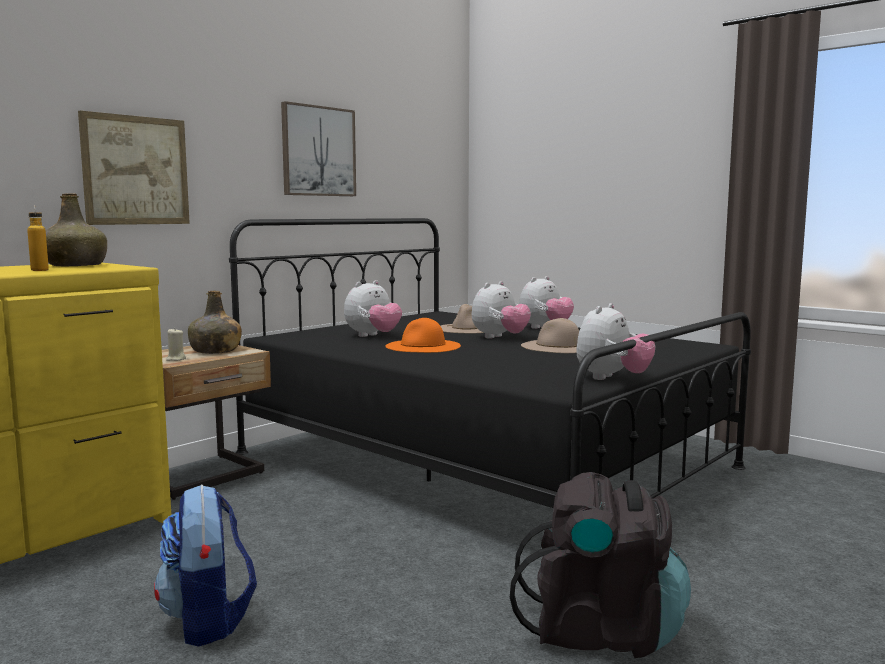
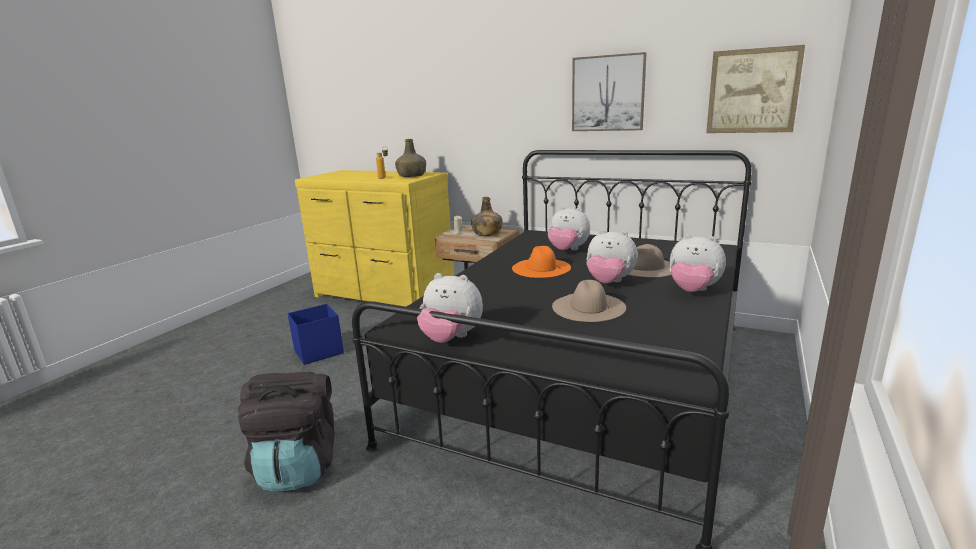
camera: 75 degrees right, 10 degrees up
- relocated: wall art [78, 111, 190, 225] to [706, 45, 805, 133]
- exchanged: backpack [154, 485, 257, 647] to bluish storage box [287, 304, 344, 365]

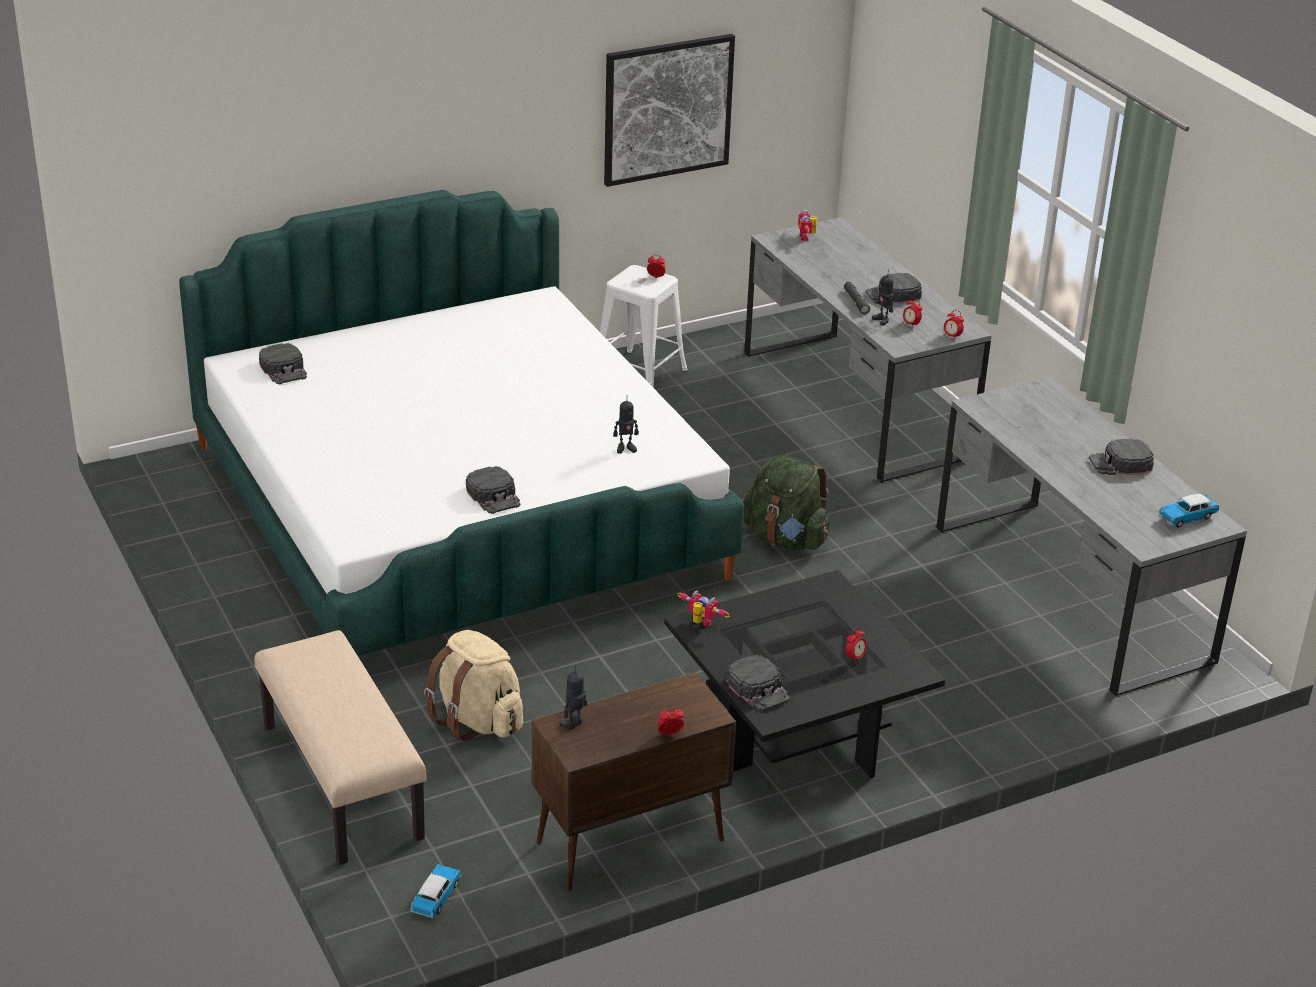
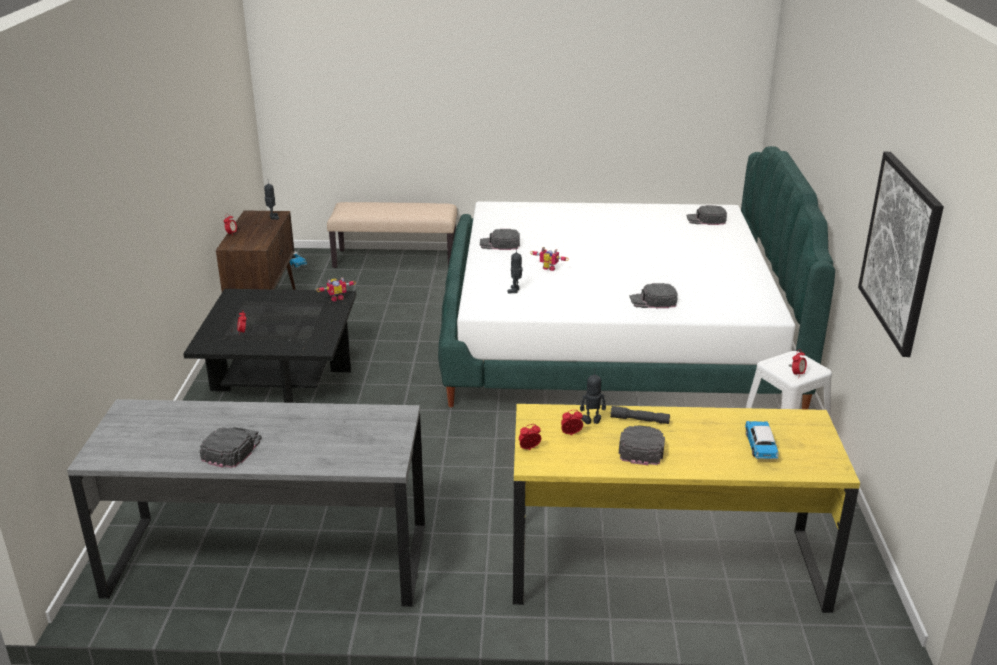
camera: 120 degrees right, 5 degrees down
- relocated: robot figure [798, 210, 817, 241] to [531, 247, 568, 271]
- colour: grey desk [744, 217, 992, 483] to yellow-coloured desk [513, 404, 860, 613]
- missing: green backpack [743, 455, 829, 550]
- relocated: toy car [1158, 494, 1219, 528] to [745, 421, 778, 459]
- missing: sand-coloured backpack [424, 630, 523, 741]
- relocated: black-coloured baseball cap [726, 655, 790, 711] to [630, 283, 678, 308]

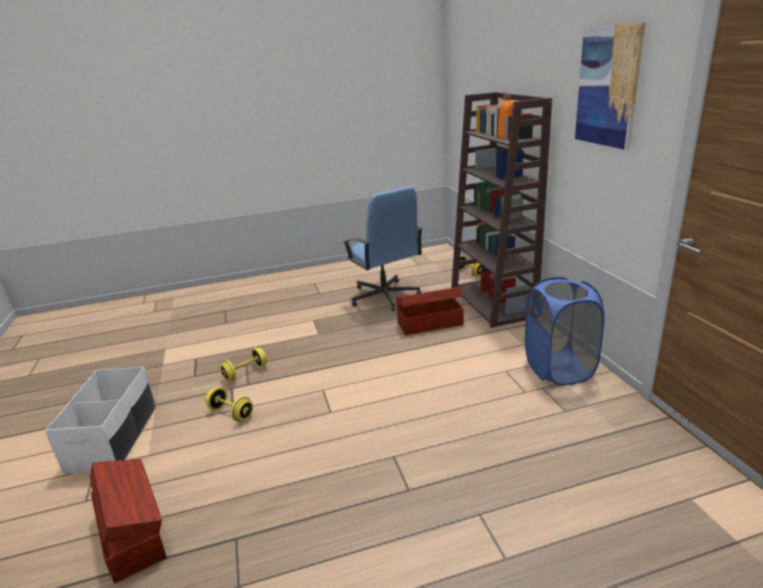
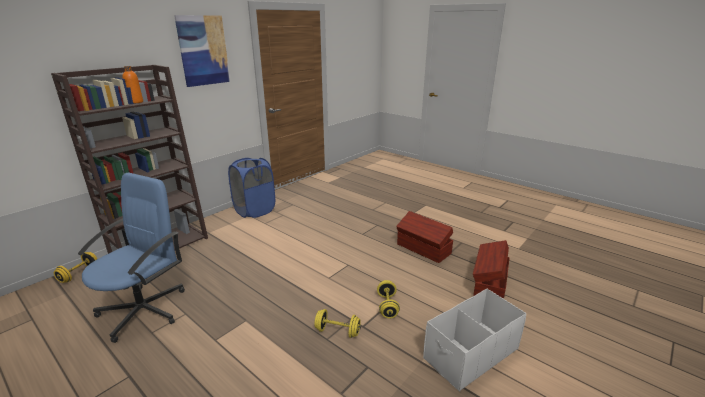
camera: 125 degrees left, 0 degrees up
- relocated: brownish storage box [396, 287, 464, 335] to [396, 211, 453, 263]

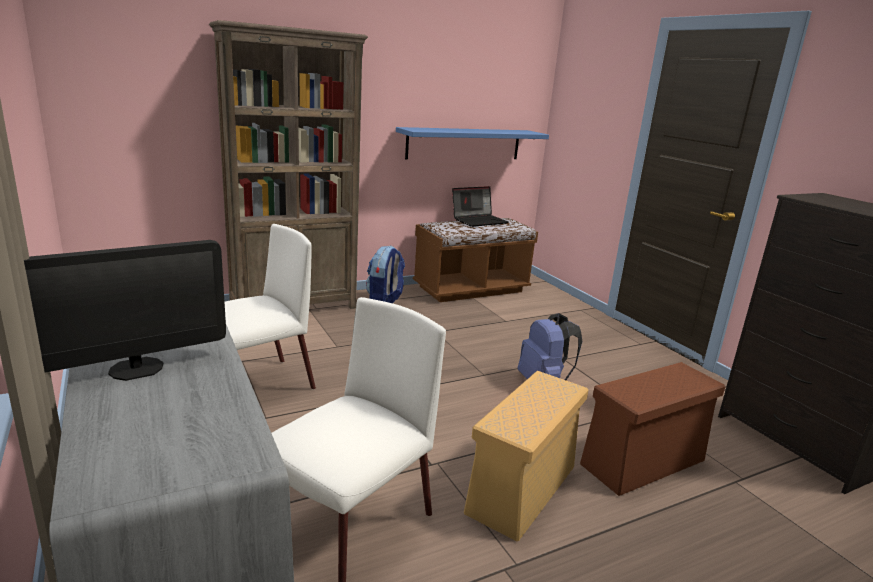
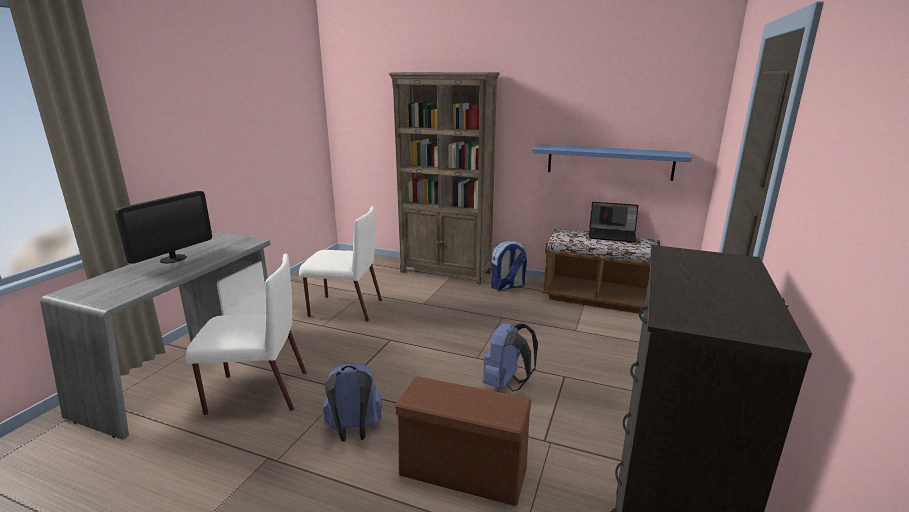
camera: 50 degrees right, 0 degrees up
- spun: monitor [24, 240, 226, 381] = [115, 191, 212, 264] 75 degrees counterclockwise
- exchanged: sand-coloured storage box [464, 371, 588, 541] to bluish backpack [323, 363, 382, 442]

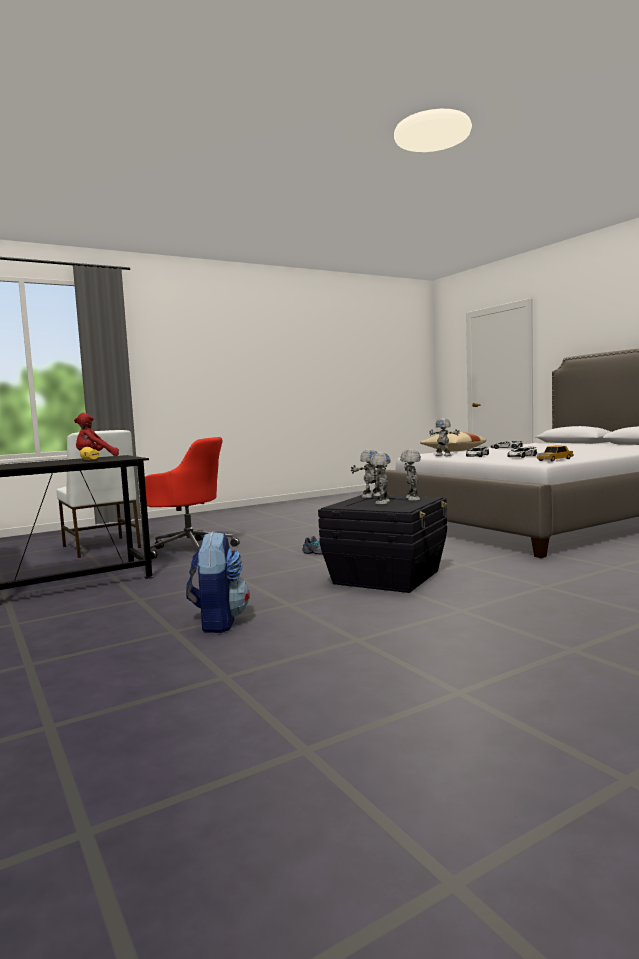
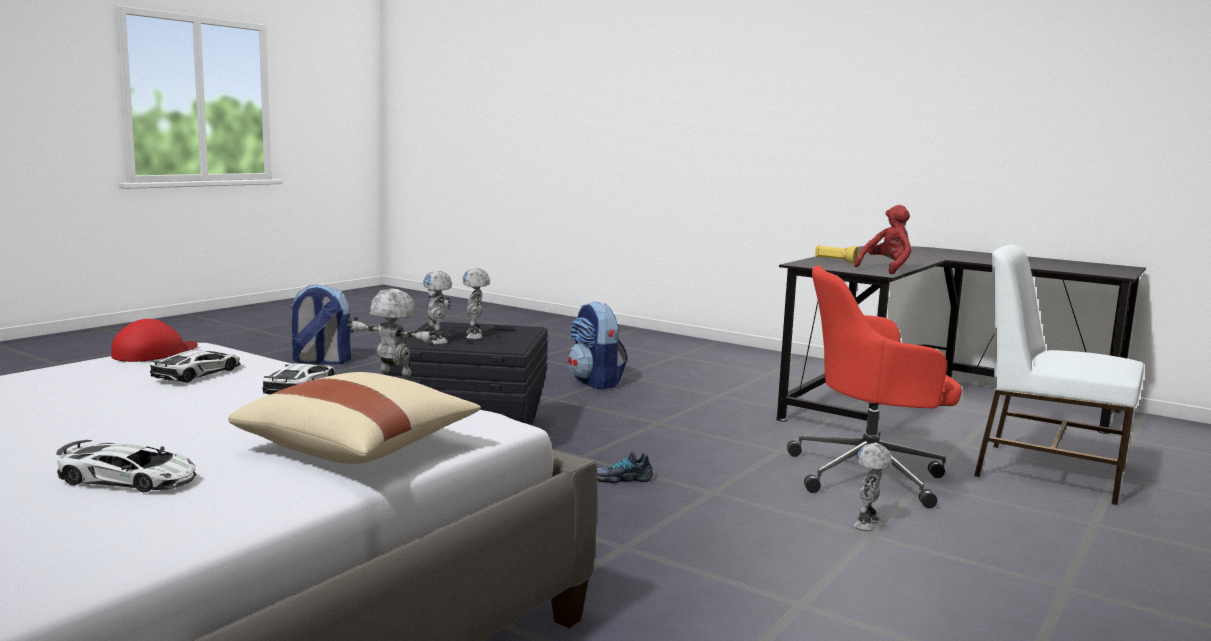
camera: 155 degrees right, 5 degrees up
- exchanged: toy car [537, 446, 574, 461] to red-coloured baseball cap [111, 319, 198, 362]
- relocated: robot figure [351, 449, 387, 498] to [854, 443, 892, 531]
- appeared: backpack [289, 284, 351, 365]

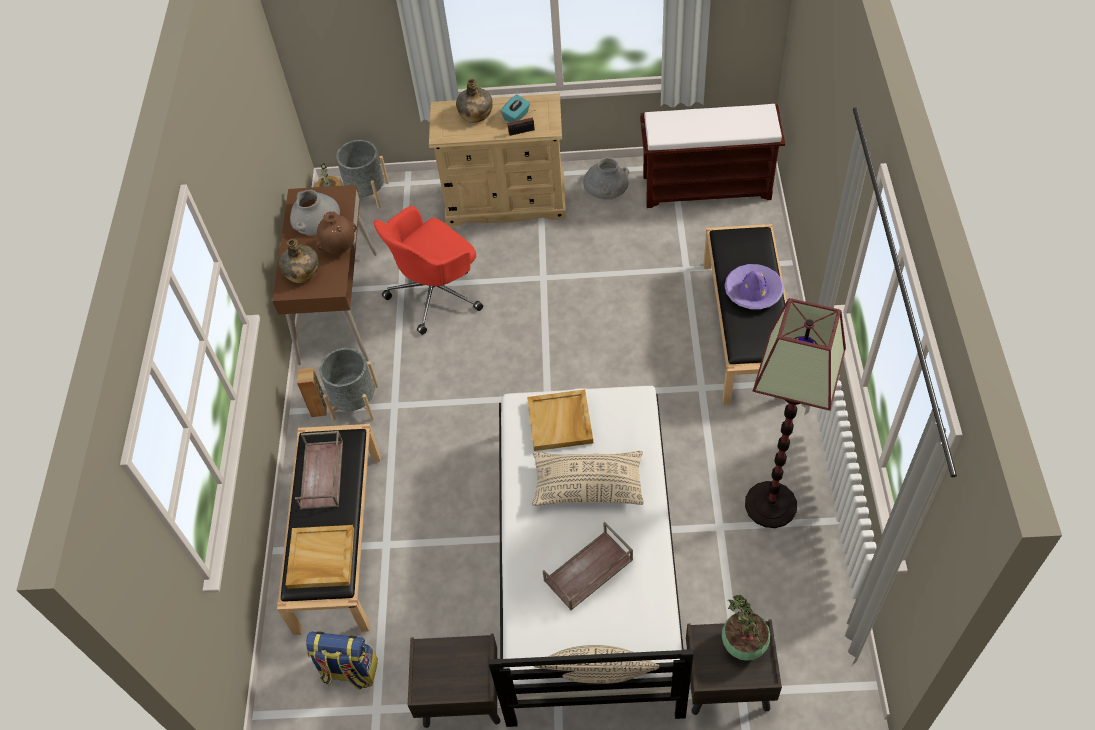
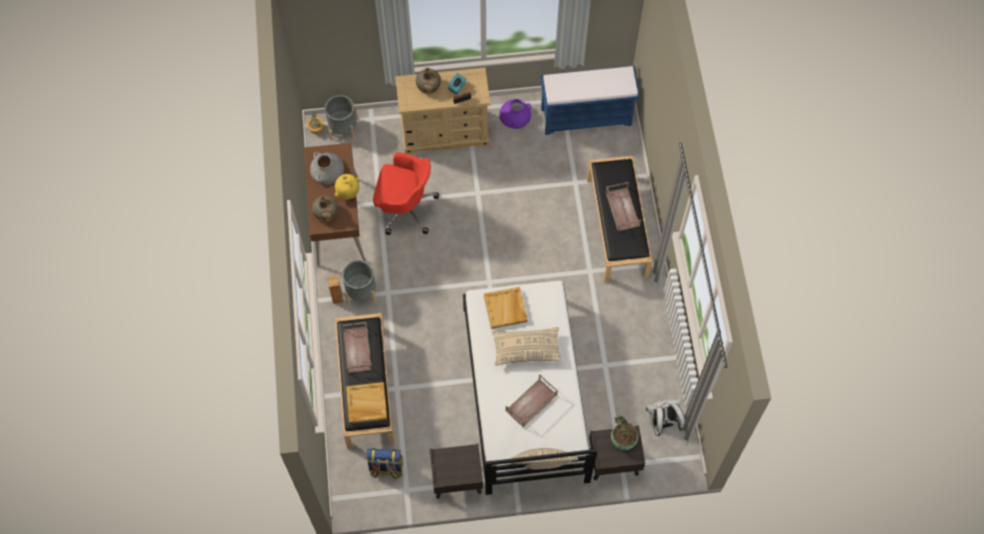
camera: 10 degrees left, 10 degrees up
- colour: brownish long seat [640, 104, 785, 208] to bluish long seat [540, 66, 641, 135]
- colour: grey decorative vase [583, 158, 629, 199] to purple decorative vase [499, 99, 531, 129]
- spun: red-coloured computer chair [374, 206, 483, 335] = [373, 152, 439, 235] 120 degrees counterclockwise
- colour: brownish decorative vase [316, 212, 357, 254] to yellow-coloured decorative vase [335, 174, 360, 200]
- exchanged: purple clothing hat [724, 264, 784, 309] to brownish serving tray [605, 182, 641, 231]
- missing: standard lamp [745, 298, 846, 528]
- appeared: white backpack [646, 399, 685, 436]

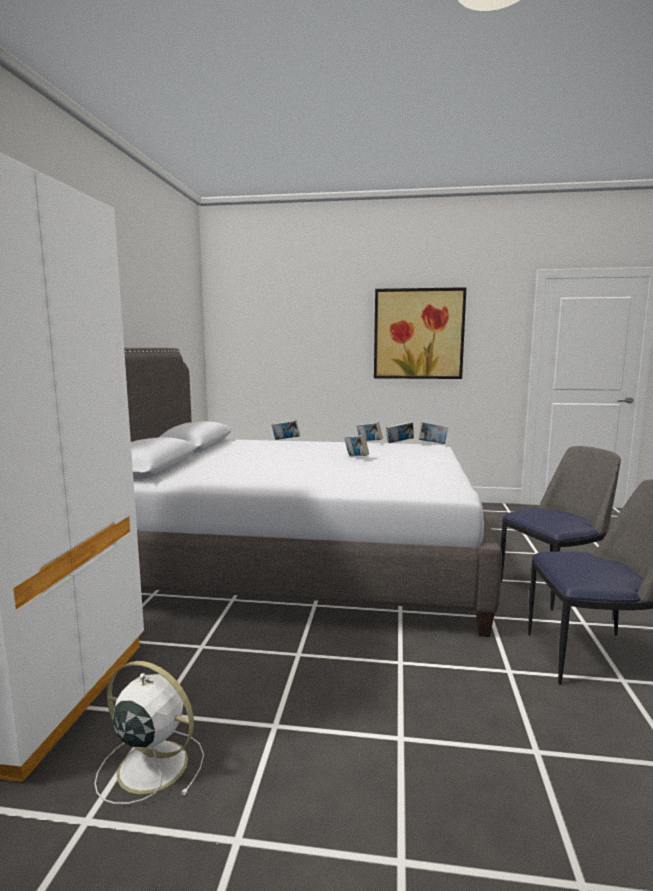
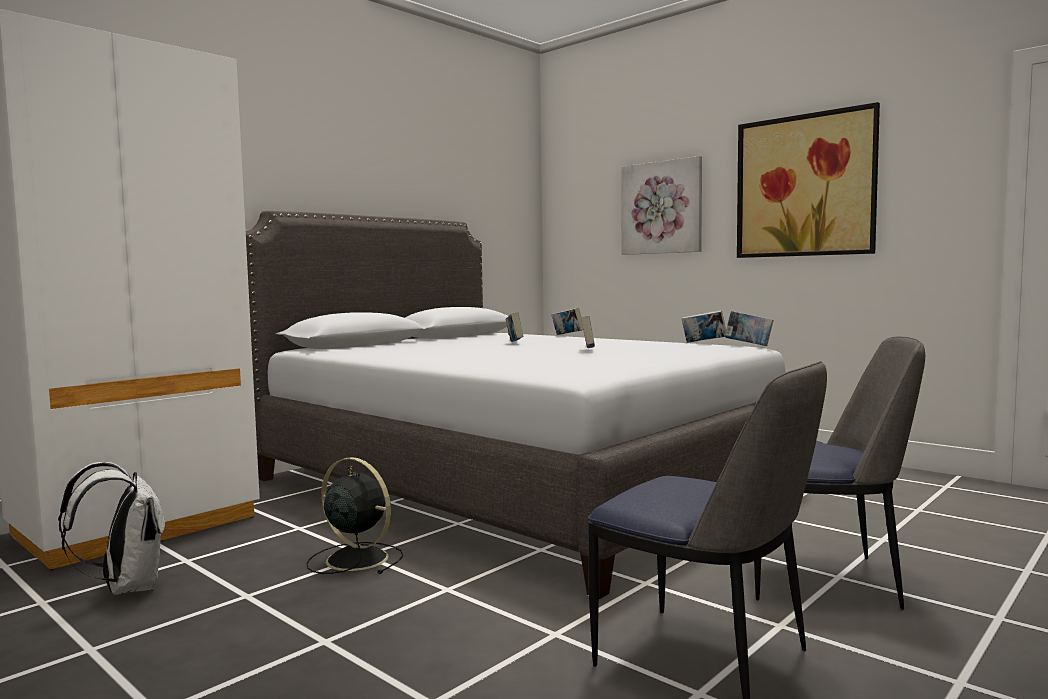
camera: 35 degrees right, 5 degrees down
- relocated: book [356, 422, 383, 441] to [505, 312, 523, 342]
- exchanged: white cooling fan [94, 661, 204, 804] to white backpack [58, 462, 165, 595]
- appeared: wall art [621, 156, 702, 255]
- appeared: black-coloured cooling fan [307, 457, 403, 574]

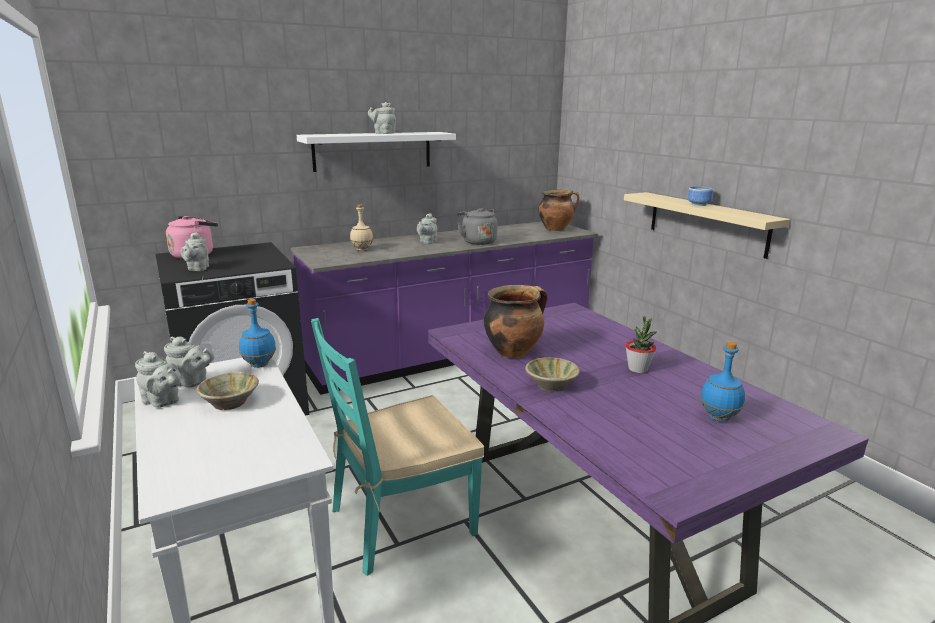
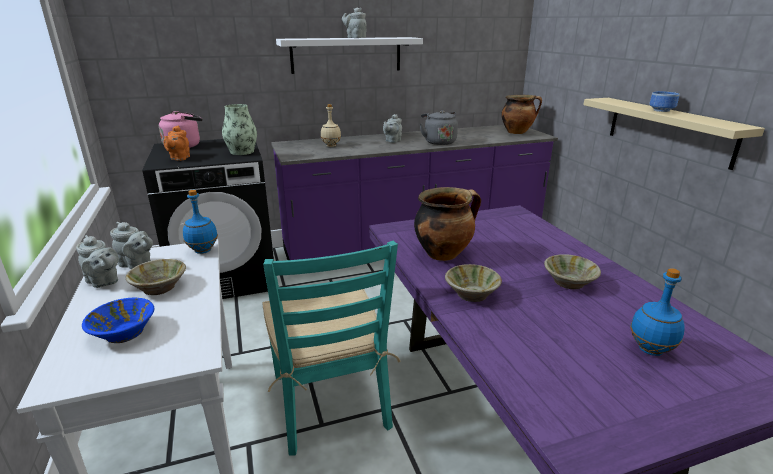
camera: 10 degrees right, 5 degrees up
- colour: grey teapot [181, 232, 209, 271] to orange teapot [164, 125, 190, 161]
- exchanged: plant in a pot [625, 316, 656, 373] to sand-coloured bowl [544, 254, 601, 289]
- spun: turquoise upright chair [311, 318, 484, 576] = [262, 241, 401, 456] 90 degrees counterclockwise
- appeared: decorative vase [222, 104, 257, 155]
- appeared: bluish bowl [82, 298, 154, 343]

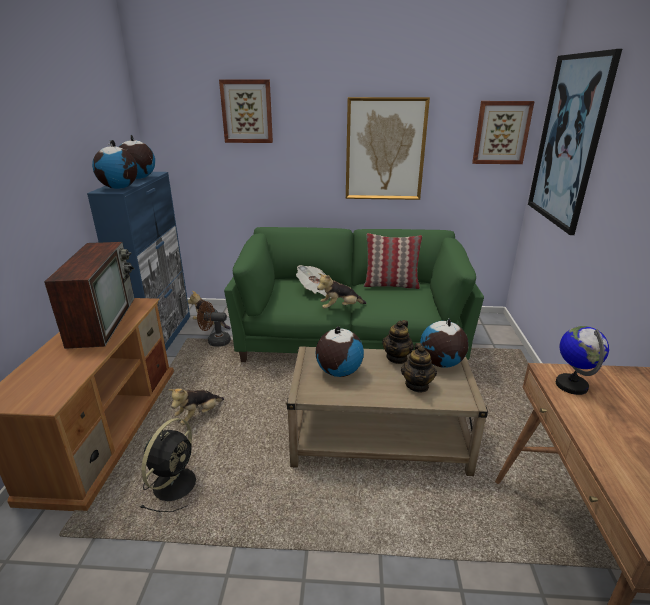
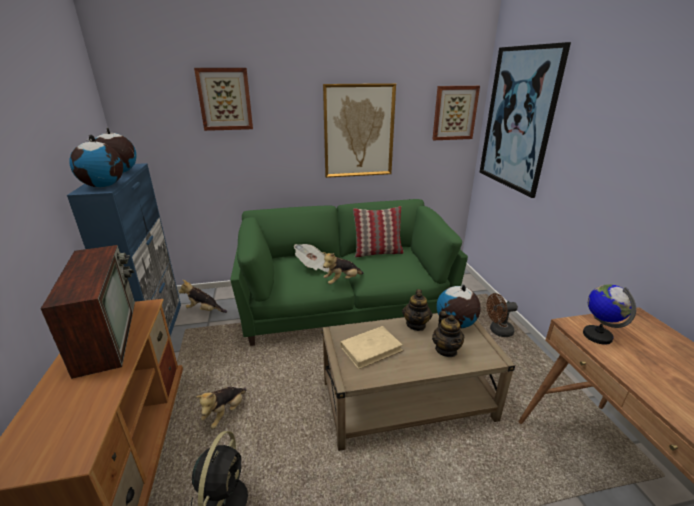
camera: 15 degrees left, 0 degrees up
- relocated: brownish cooling fan [197, 301, 231, 347] to [487, 293, 518, 337]
- exchanged: world globe [316, 326, 364, 377] to sand-coloured book [340, 326, 403, 369]

